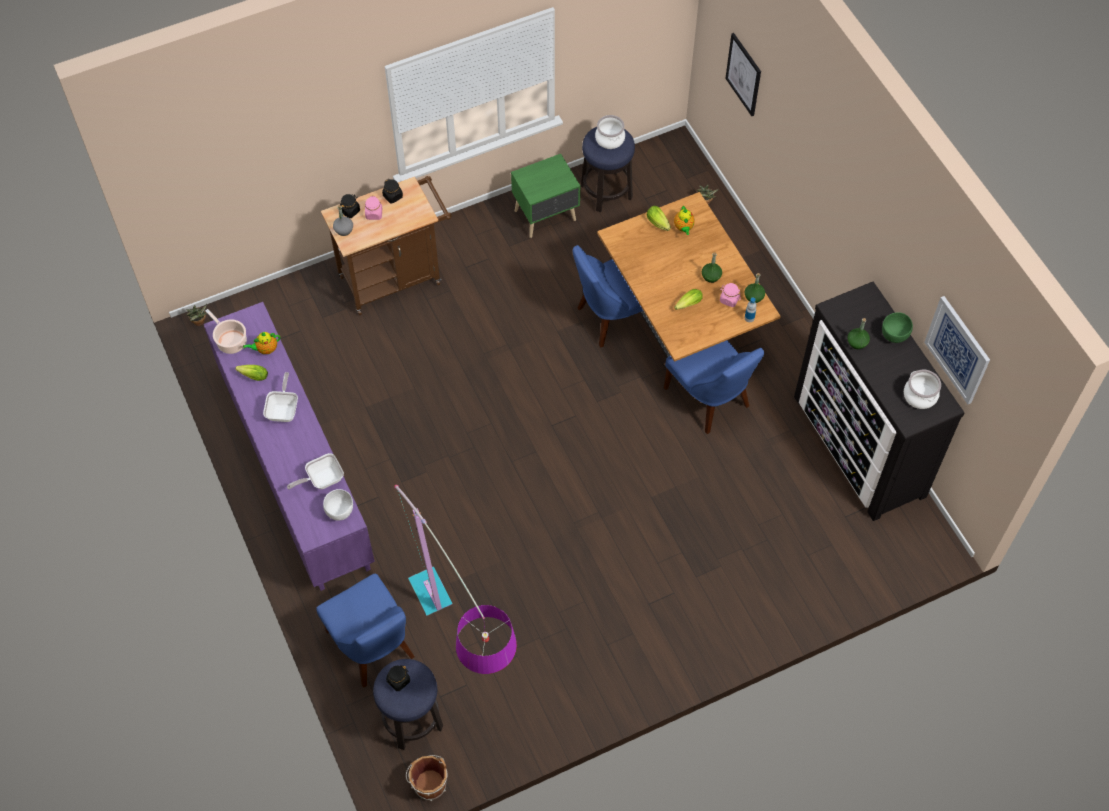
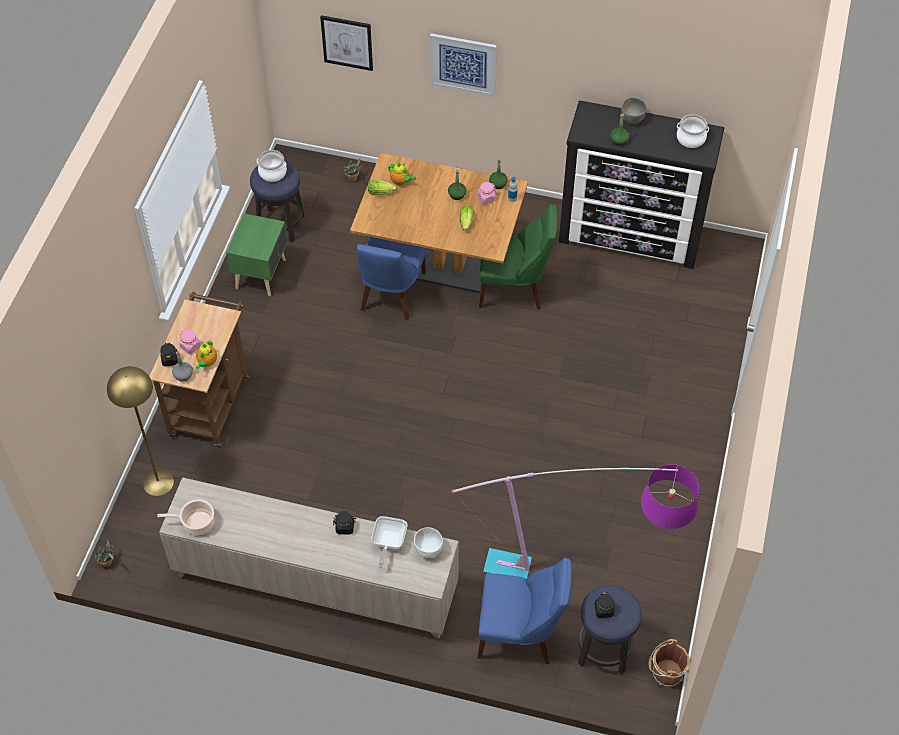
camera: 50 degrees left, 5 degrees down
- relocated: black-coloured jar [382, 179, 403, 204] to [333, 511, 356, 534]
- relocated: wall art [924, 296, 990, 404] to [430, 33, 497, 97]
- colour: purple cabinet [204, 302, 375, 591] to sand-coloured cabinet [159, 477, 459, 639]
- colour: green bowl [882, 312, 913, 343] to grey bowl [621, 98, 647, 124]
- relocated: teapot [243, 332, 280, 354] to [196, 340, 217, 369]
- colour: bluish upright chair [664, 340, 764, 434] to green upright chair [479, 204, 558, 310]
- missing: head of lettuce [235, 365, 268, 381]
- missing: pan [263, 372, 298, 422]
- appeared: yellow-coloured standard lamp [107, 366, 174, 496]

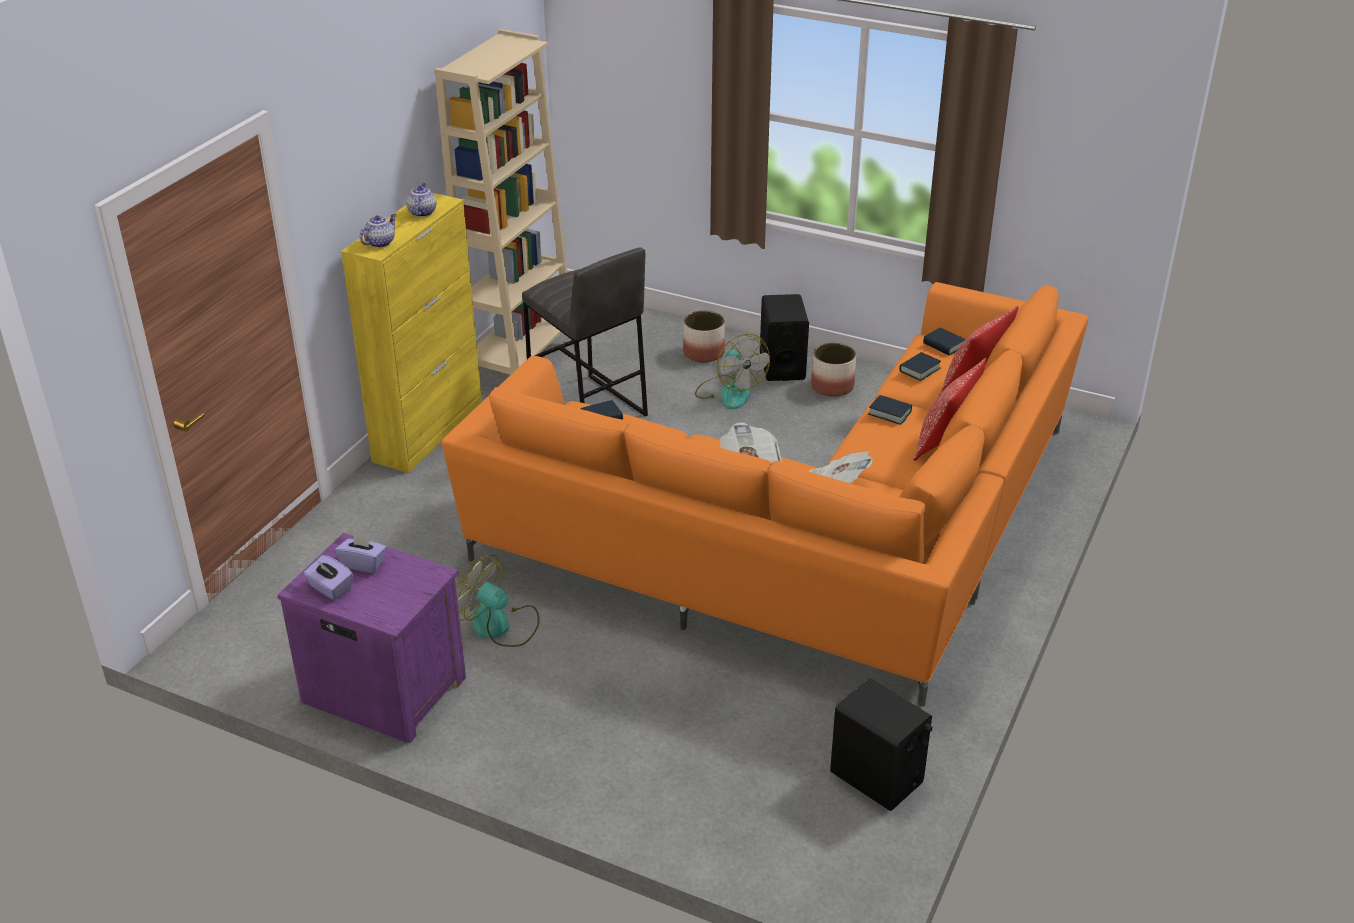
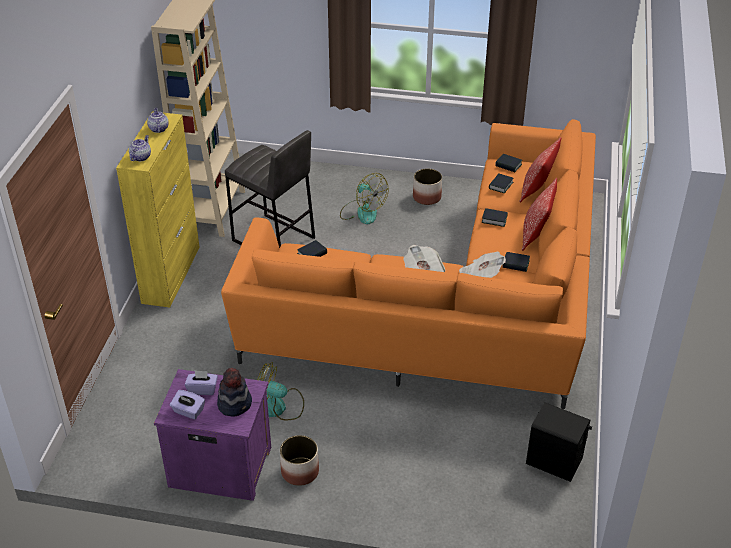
camera: 15 degrees left, 5 degrees up
- missing: black-coloured audio speaker [760, 294, 809, 381]
- relocated: plant pot [683, 311, 725, 363] to [280, 435, 319, 486]
- appeared: book [503, 252, 530, 272]
- appeared: clothing hat [217, 368, 252, 417]

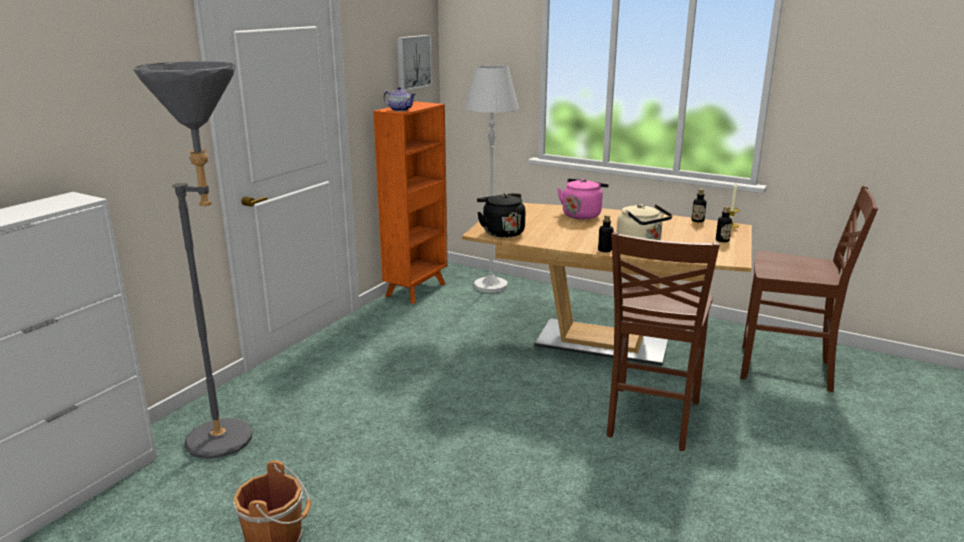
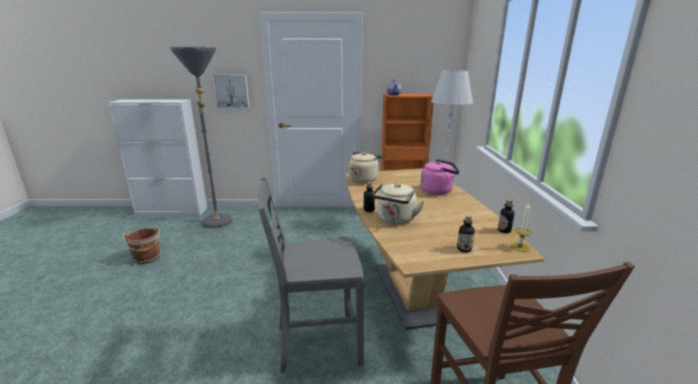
camera: 60 degrees right, 0 degrees up
- relocated: wall art [397, 35, 432, 91] to [212, 75, 250, 109]
- colour: black-coloured tea kettle [477, 194, 525, 238] to sand-coloured tea kettle [345, 152, 383, 183]
- colour: brownish upright chair [607, 232, 720, 451] to grey upright chair [258, 177, 364, 373]

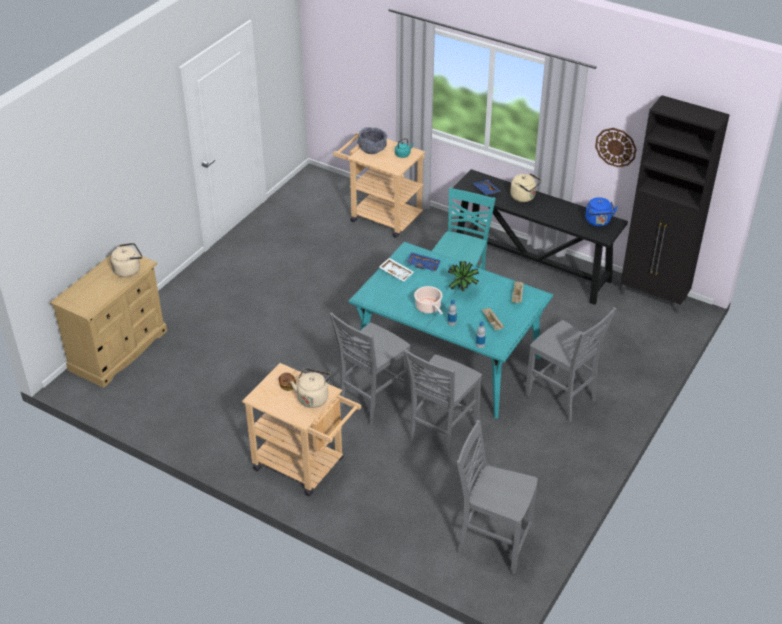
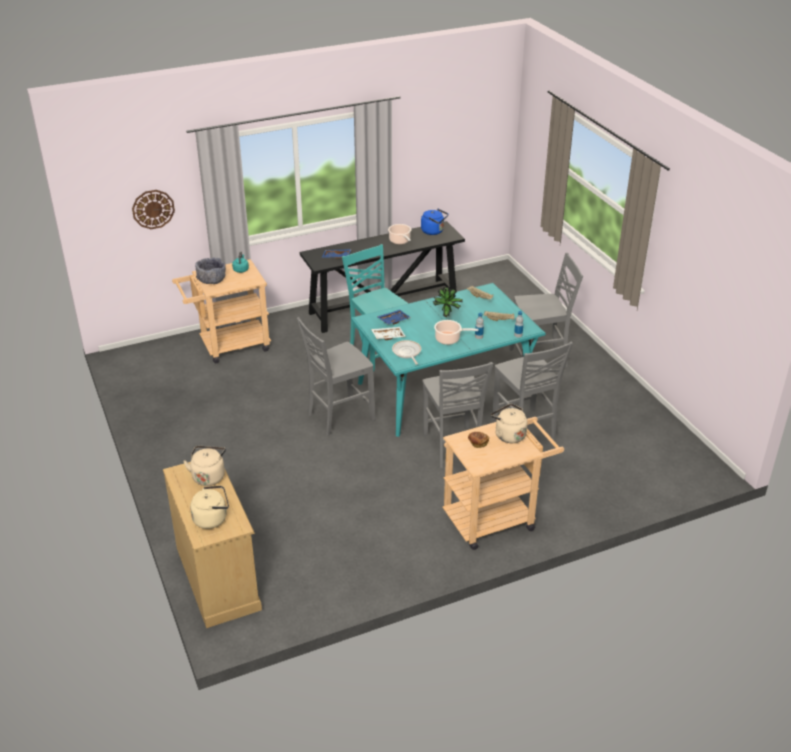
camera: 55 degrees left, 5 degrees down
- missing: black-coloured cabinet [620, 95, 730, 314]
- relocated: hanging clock [595, 128, 636, 167] to [132, 190, 175, 229]
- relocated: sand-coloured tea kettle [510, 173, 542, 202] to [190, 485, 229, 529]
- relocated: grey upright chair [457, 420, 538, 574] to [297, 317, 375, 436]
- appeared: stockpot [388, 224, 411, 244]
- appeared: pan [392, 340, 421, 365]

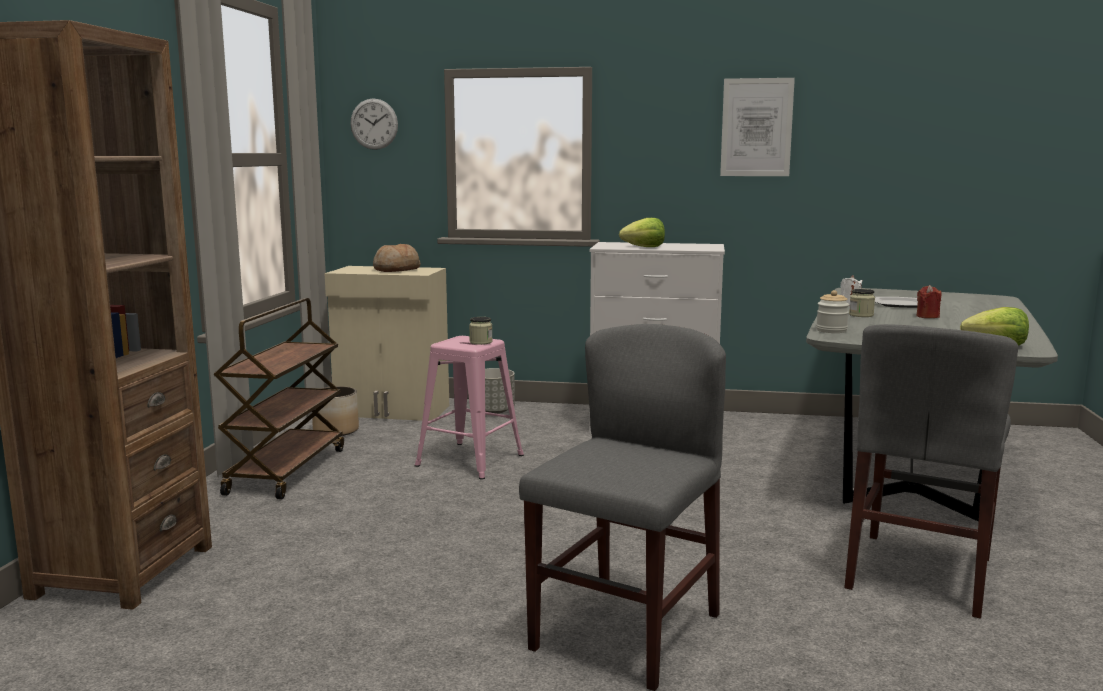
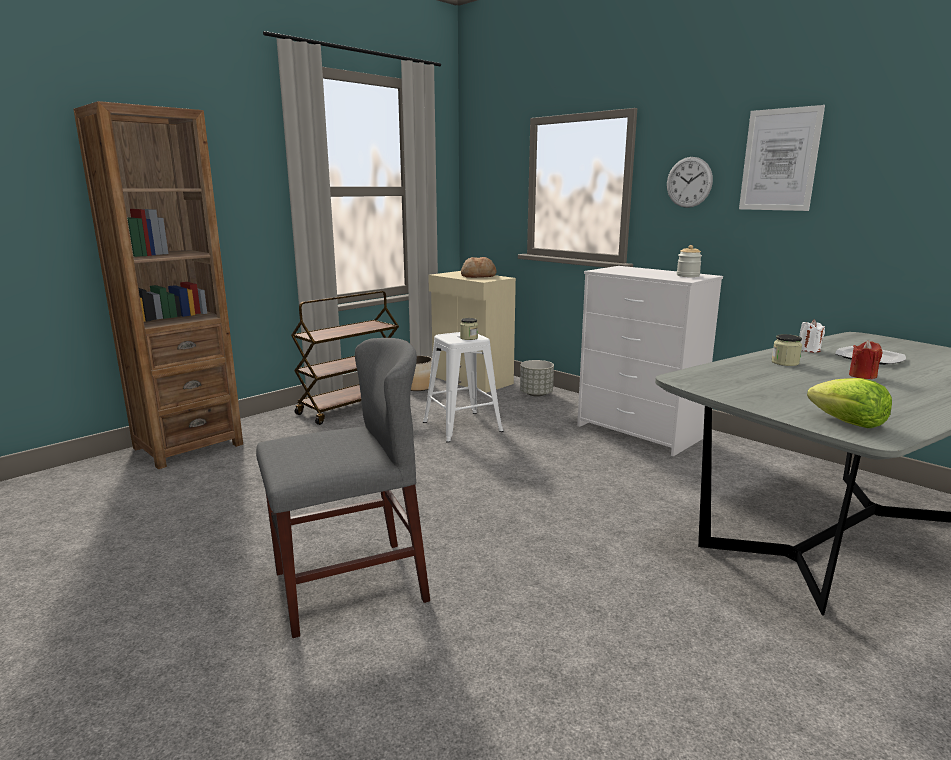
camera: 35 degrees right, 5 degrees up
- relocated: hanging clock [350, 99, 398, 150] to [667, 157, 713, 208]
- missing: head of lettuce [619, 218, 665, 247]
- relocated: jar [816, 290, 849, 333] to [677, 245, 702, 277]
- missing: grey upright chair [844, 324, 1018, 619]
- colour: pink sitting stool [415, 336, 524, 480] to white sitting stool [423, 332, 503, 443]

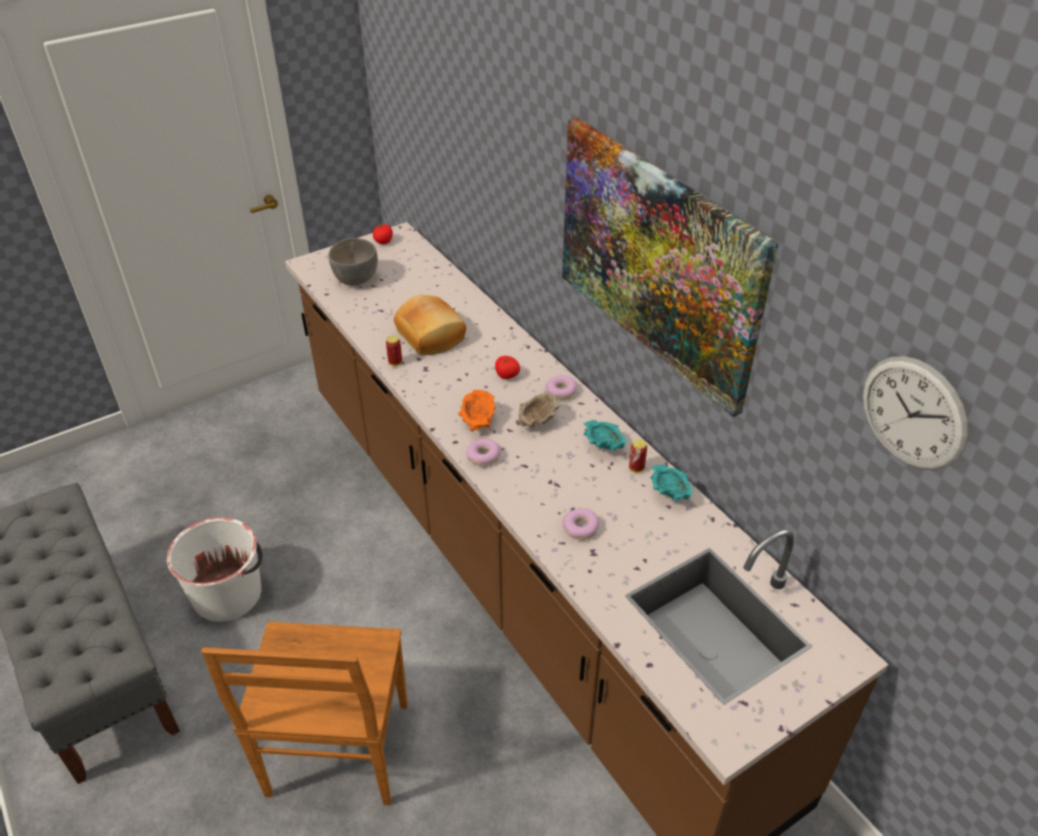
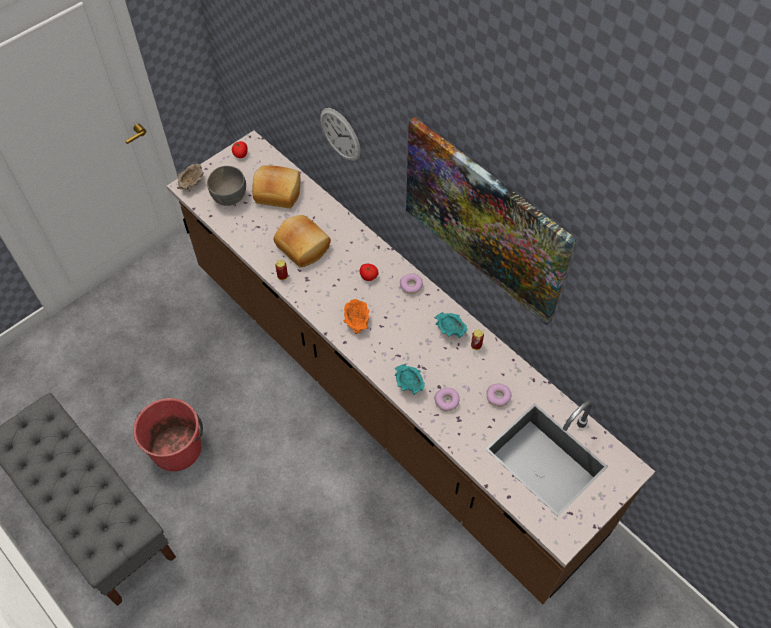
camera: 10 degrees left, 15 degrees up
- relocated: hanging clock [863, 356, 968, 470] to [320, 108, 361, 161]
- relocated: sand-coloured bowl [516, 392, 560, 431] to [177, 163, 204, 191]
- relocated: ring doughnut [466, 439, 501, 466] to [487, 384, 512, 407]
- relocated: turquoise bowl [650, 464, 692, 502] to [395, 364, 425, 395]
- colour: white water bucket [167, 517, 263, 622] to red-coloured water bucket [133, 398, 203, 471]
- missing: brownish upright chair [201, 622, 408, 805]
- appeared: baked bread [253, 165, 300, 208]

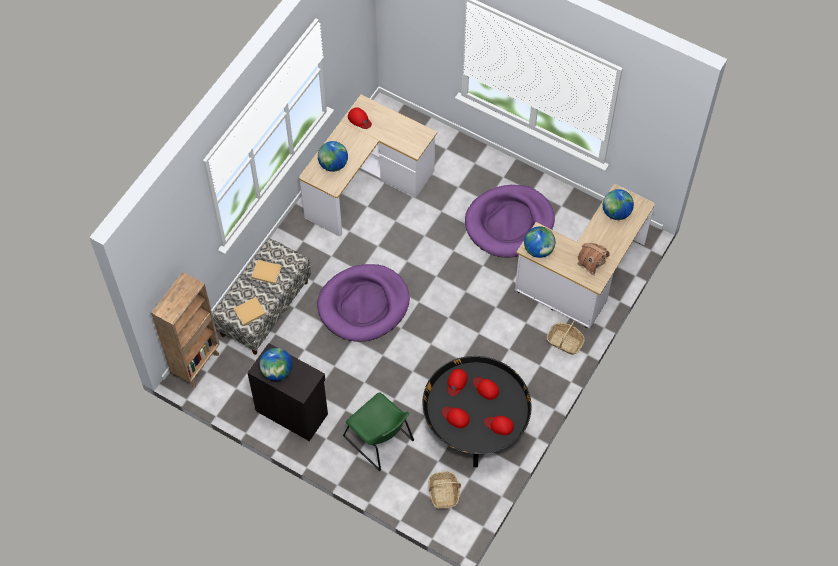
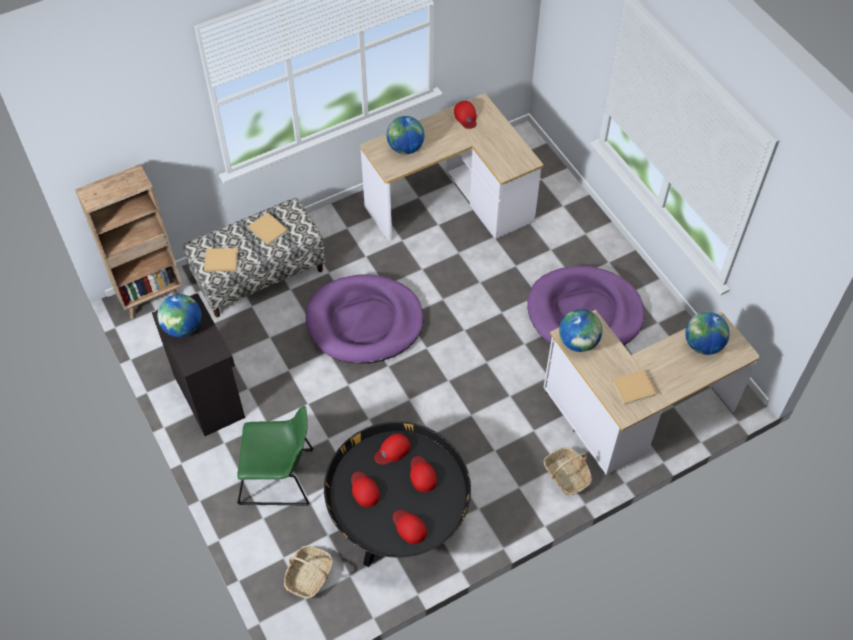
camera: 30 degrees right, 5 degrees down
- exchanged: model house [577, 243, 610, 276] to sand-coloured book [612, 370, 657, 406]
- spun: green upright chair [343, 392, 414, 471] = [237, 406, 313, 506] 75 degrees counterclockwise

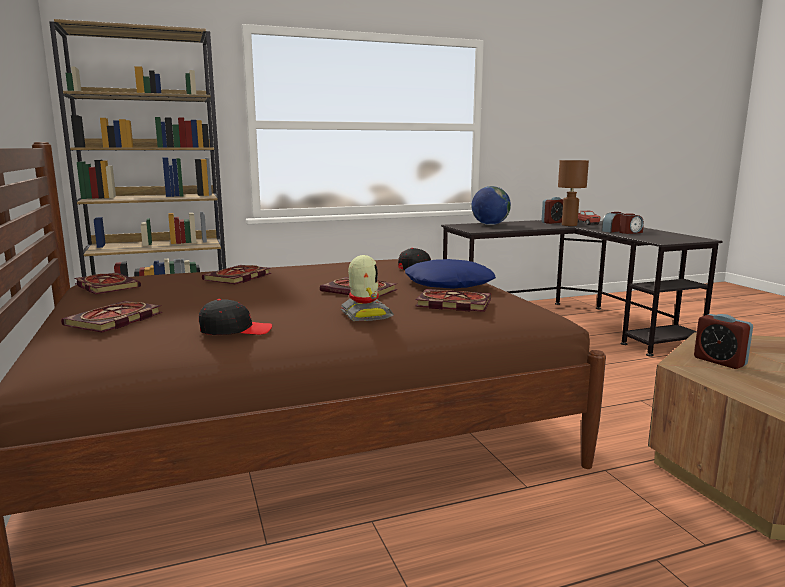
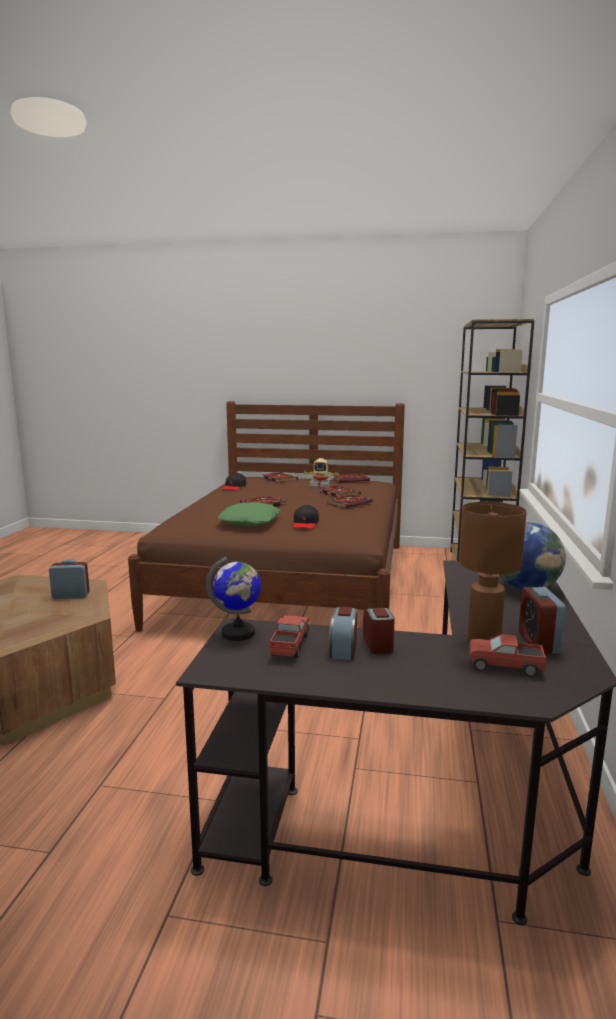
camera: 120 degrees right, 0 degrees up
- relocated: robot figure [341, 255, 394, 321] to [303, 458, 339, 487]
- colour: bluish cushion [405, 259, 496, 288] to green cushion [218, 502, 280, 526]
- relocated: book [415, 289, 491, 312] to [327, 494, 373, 508]
- appeared: world globe [206, 557, 261, 641]
- appeared: toy truck [269, 615, 309, 658]

